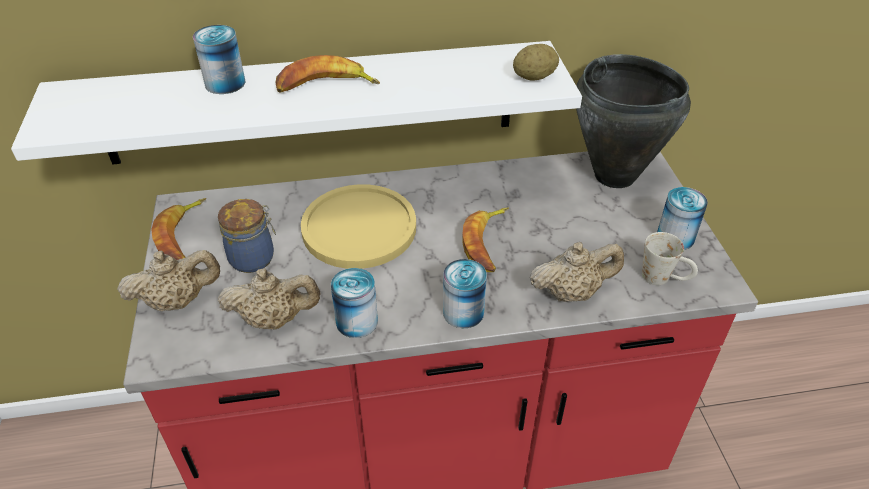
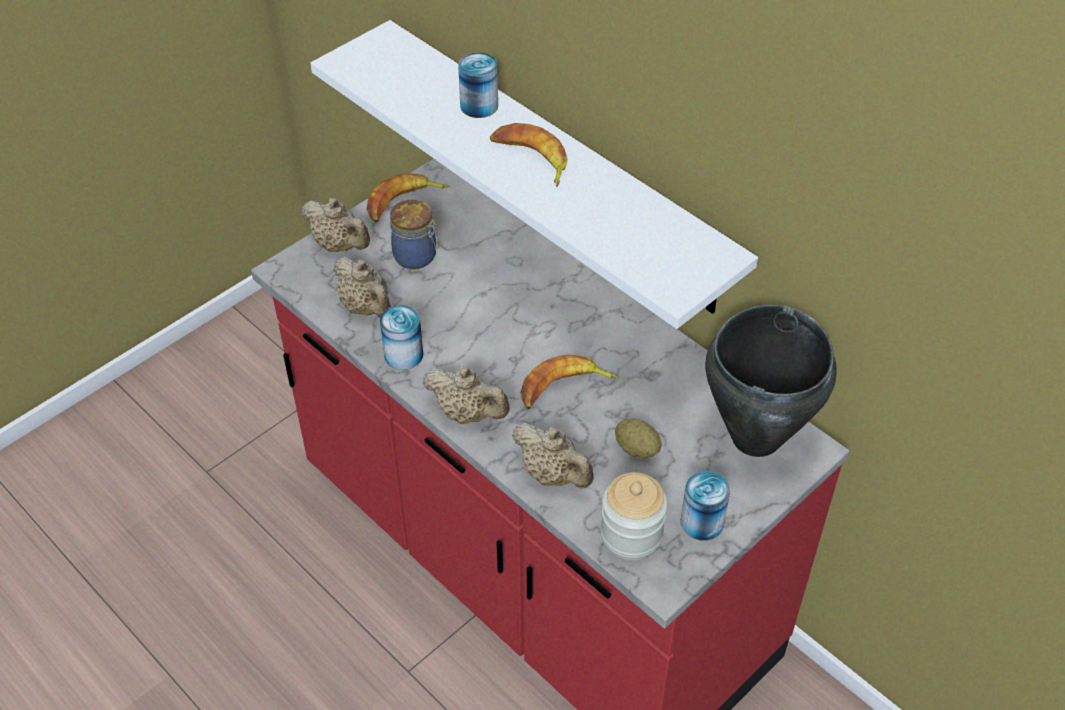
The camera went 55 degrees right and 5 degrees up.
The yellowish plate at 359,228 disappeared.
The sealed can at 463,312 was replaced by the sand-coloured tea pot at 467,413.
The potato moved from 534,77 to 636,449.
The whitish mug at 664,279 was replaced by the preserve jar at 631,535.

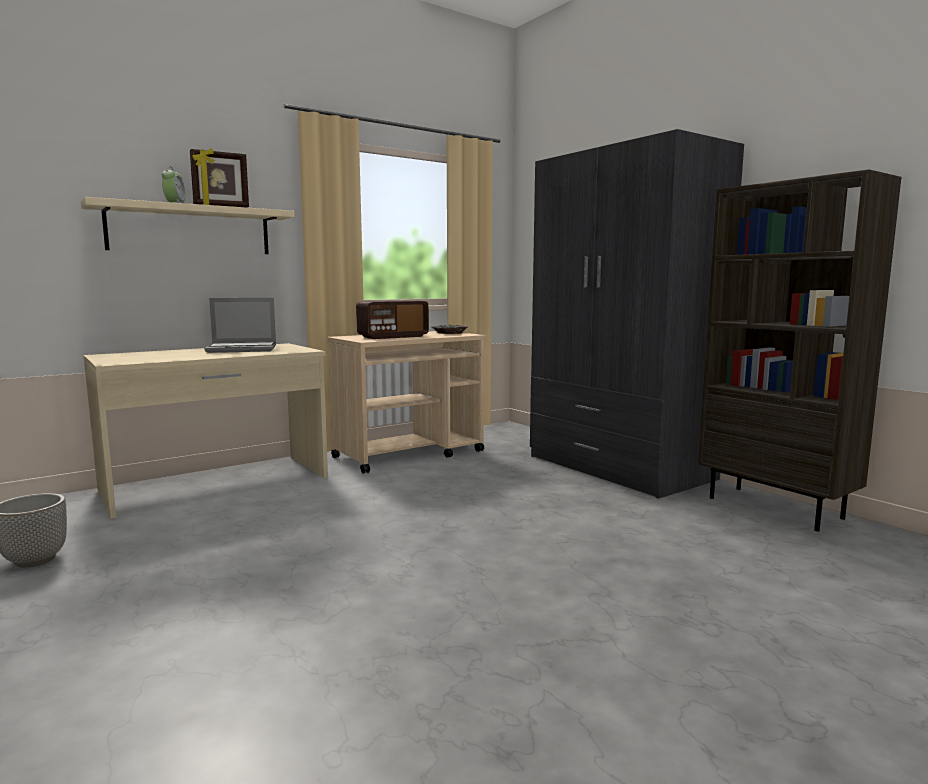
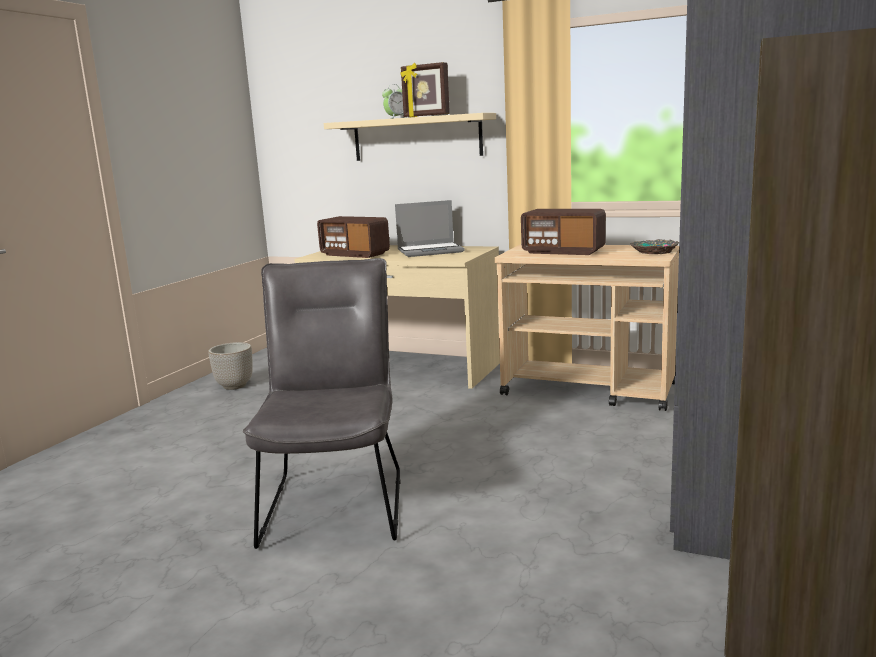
The camera went 60 degrees right and 5 degrees up.
The portable computer at 243,349 turned 60 degrees counterclockwise.
The grey upright chair at 336,501 appeared.
The radio at 355,254 appeared.

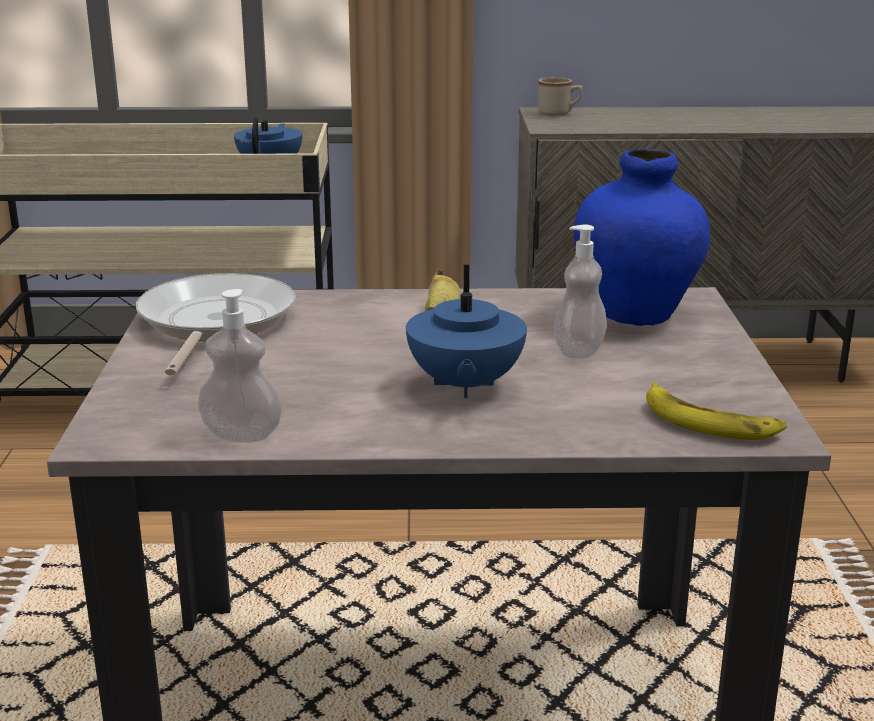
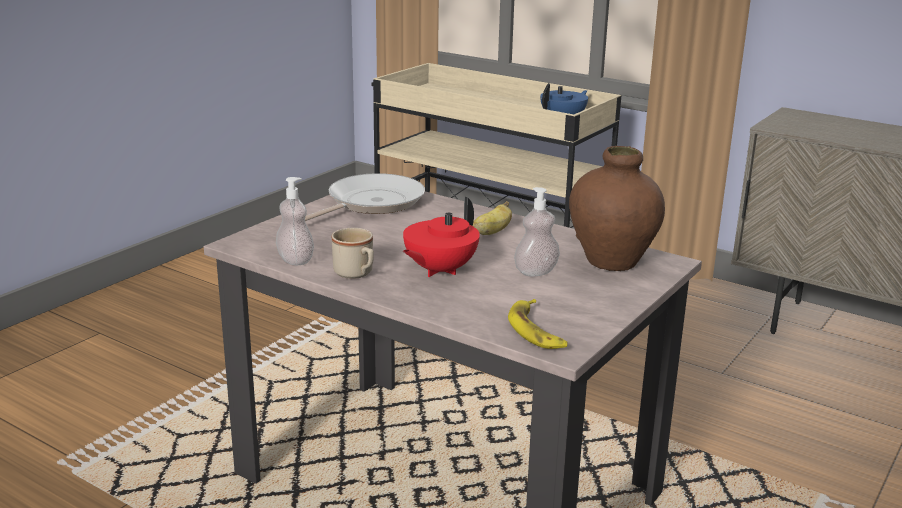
The camera went 35 degrees right and 0 degrees up.
The bluish tea pot at 464,385 became the red-coloured tea pot at 439,270.
The sand-coloured mug moved from 559,113 to 356,274.
The bluish flower vase at 635,314 became the brown flower vase at 611,262.

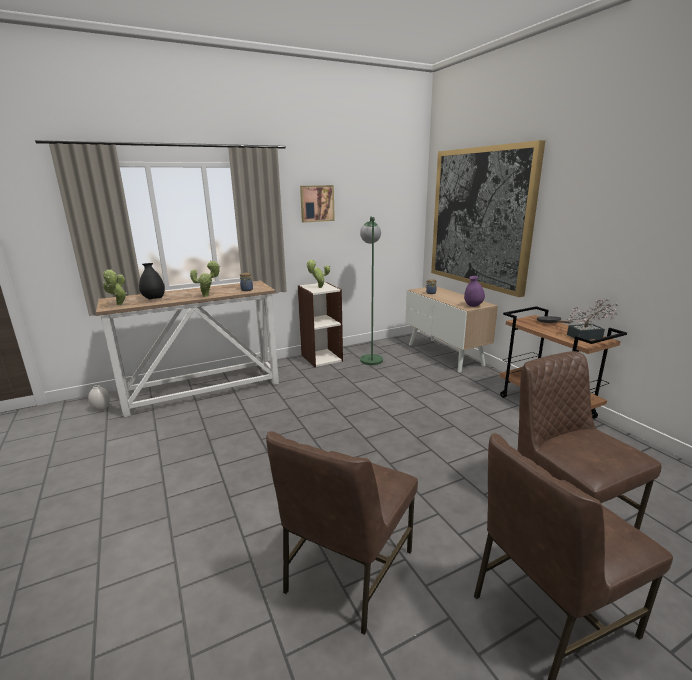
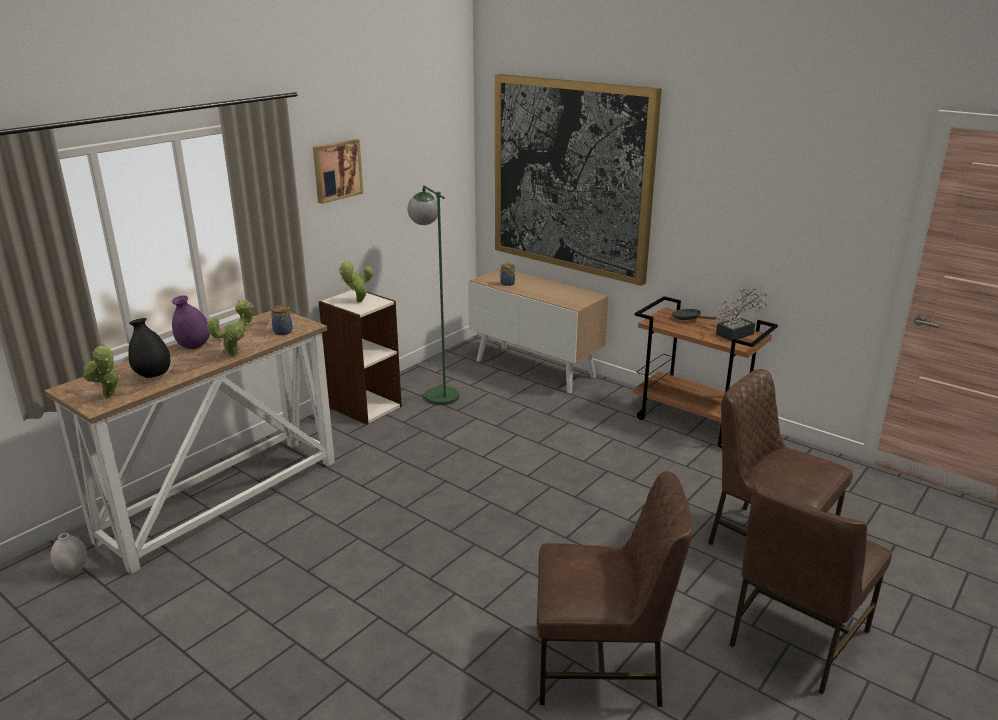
The camera went 25 degrees left and 5 degrees up.
The brown upright chair at 346,571 turned 90 degrees counterclockwise.
The purple flower vase moved from 473,306 to 194,347.

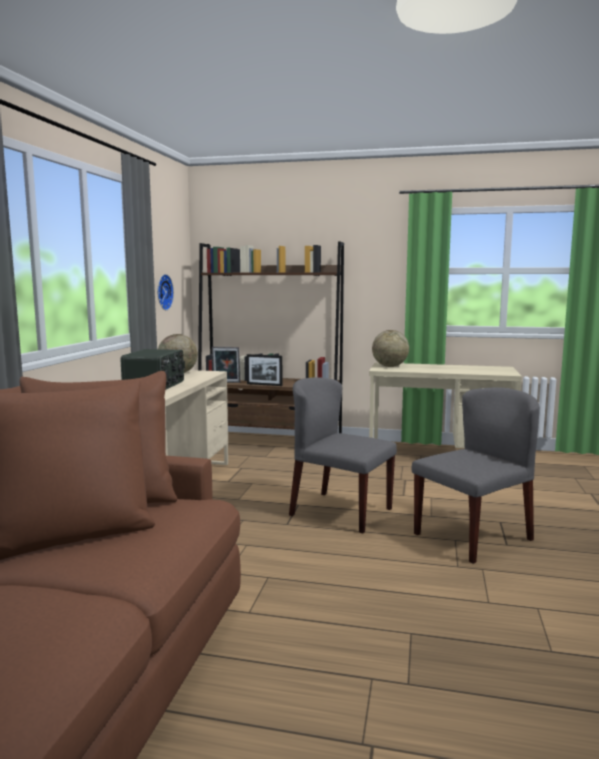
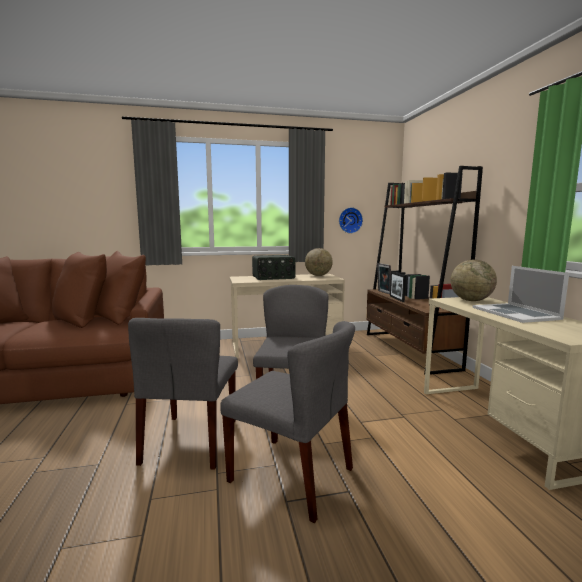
The camera went 65 degrees right and 0 degrees up.
The grey upright chair at 191,441 appeared.
The portable computer at 515,313 appeared.

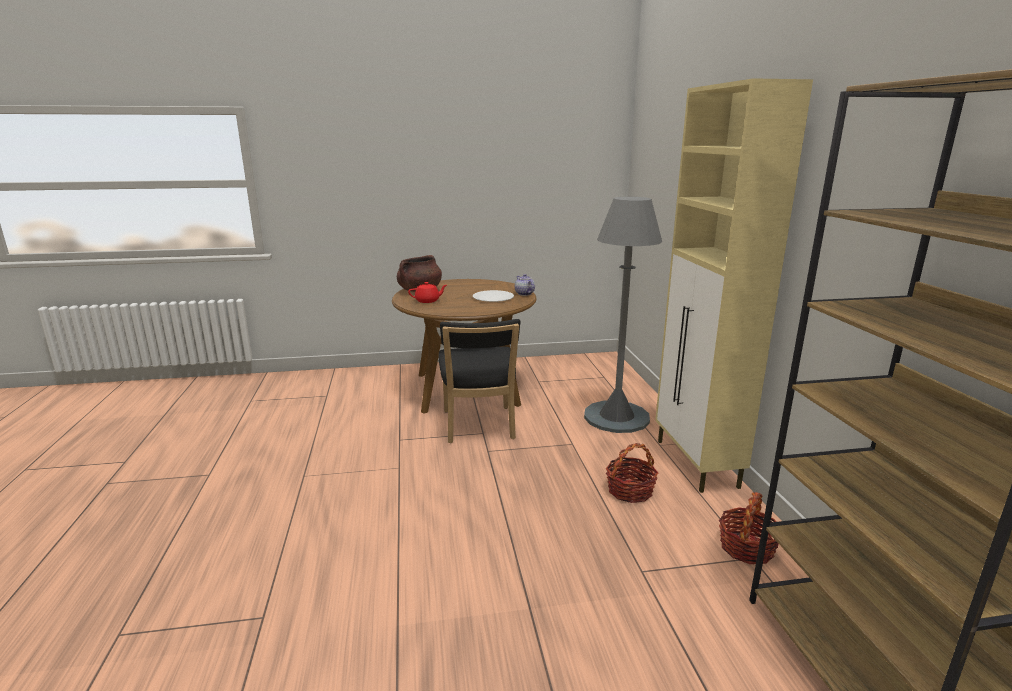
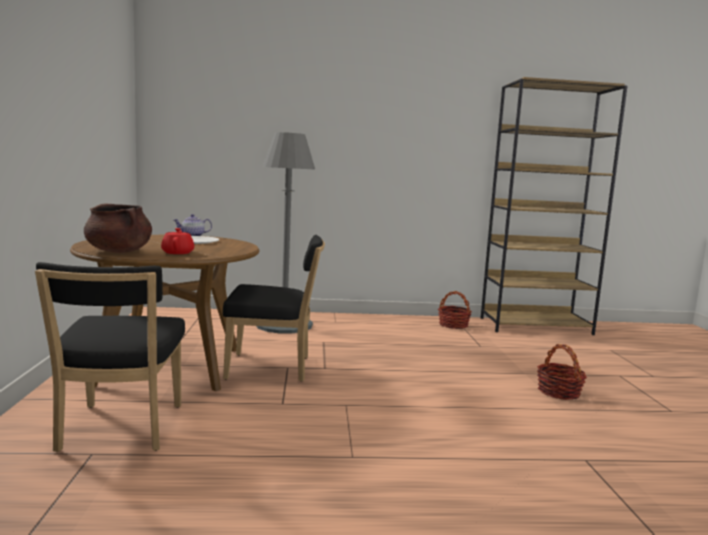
The camera went 85 degrees left and 10 degrees down.
The household basket moved from 630,491 to 559,392.
The sand-coloured storage cabinet at 696,464 disappeared.
The black upright chair at 119,430 appeared.

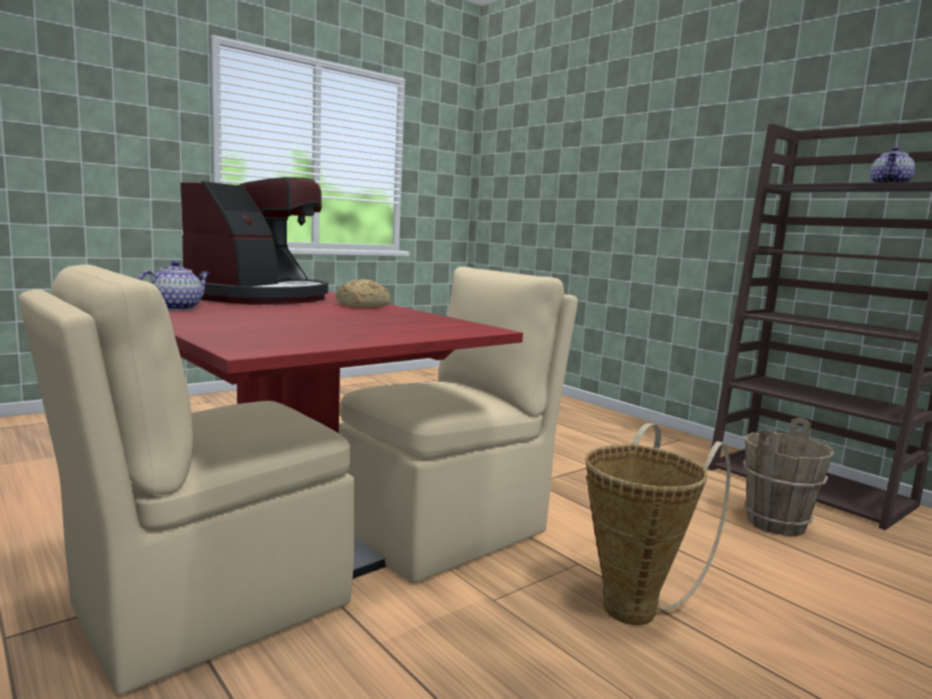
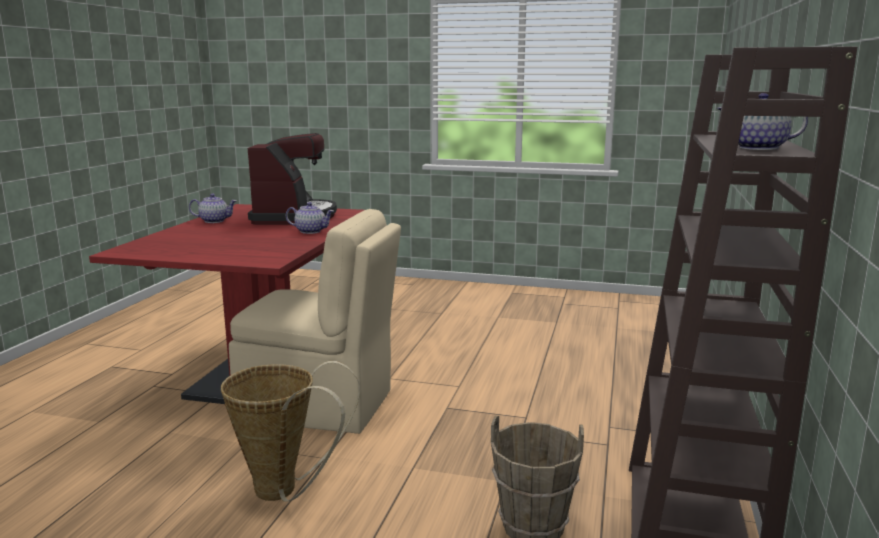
The camera went 55 degrees right and 5 degrees up.
The sand-coloured upright chair at 205,606 disappeared.
The coffee machine at 260,297 turned 75 degrees counterclockwise.
The bread at 361,306 was replaced by the tea pot at 311,231.

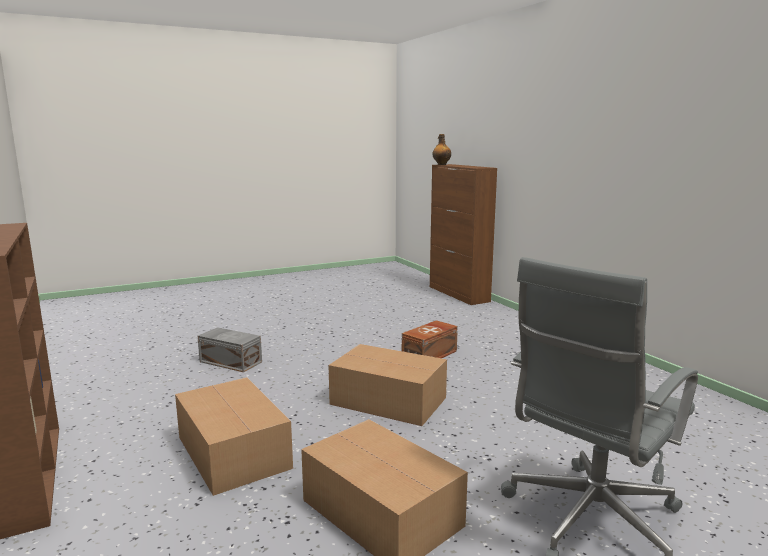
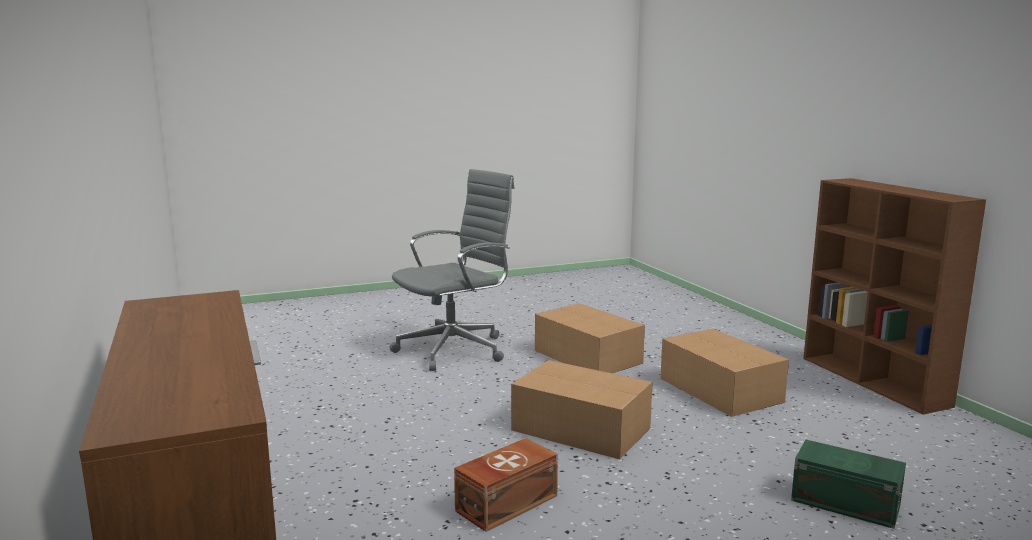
The camera went 175 degrees left and 0 degrees up.
The grey storage container at 230,361 became the green-coloured storage container at 846,504.
The bottle at 441,164 disappeared.

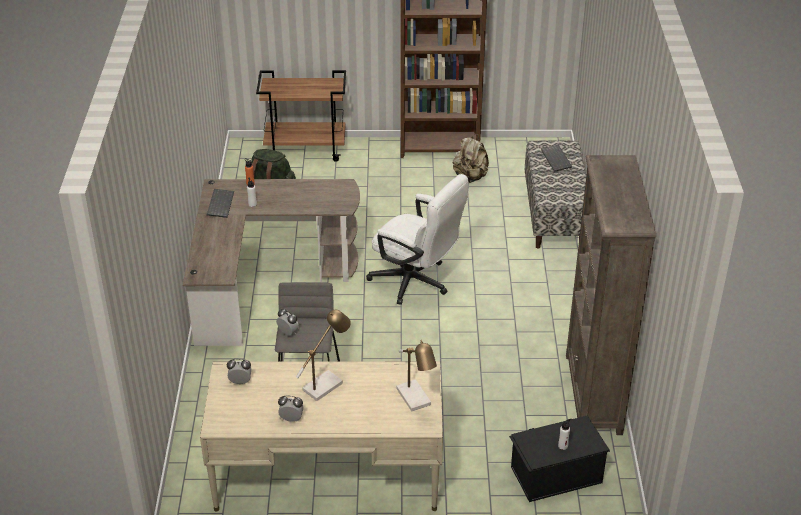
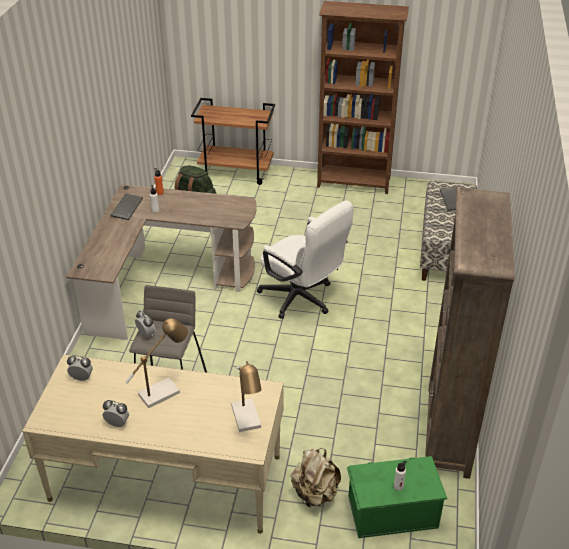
The camera went 10 degrees right and 0 degrees up.
The sand-coloured backpack moved from 470,177 to 315,494.
The black storage container at 555,474 became the green-coloured storage container at 391,511.

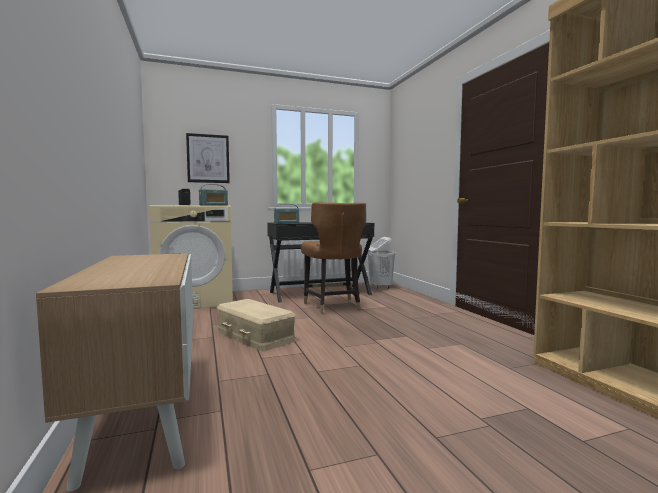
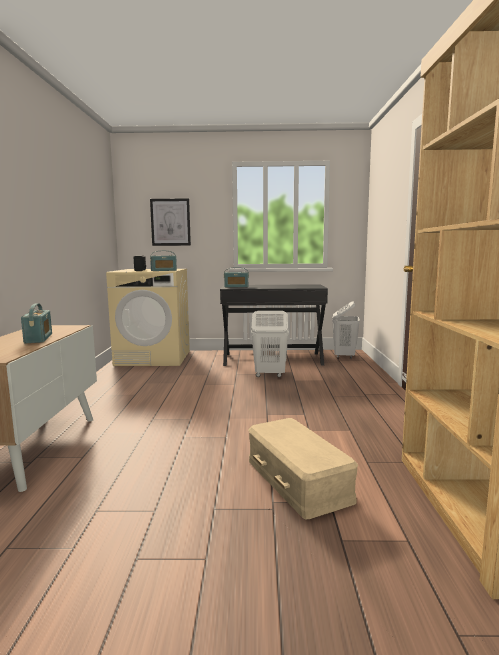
The camera went 20 degrees right and 5 degrees up.
The sand-coloured storage container moved from 255,335 to 298,479.
The brown upright chair at 333,306 was replaced by the whitish hamper at 269,375.
The radio at 38,338 appeared.

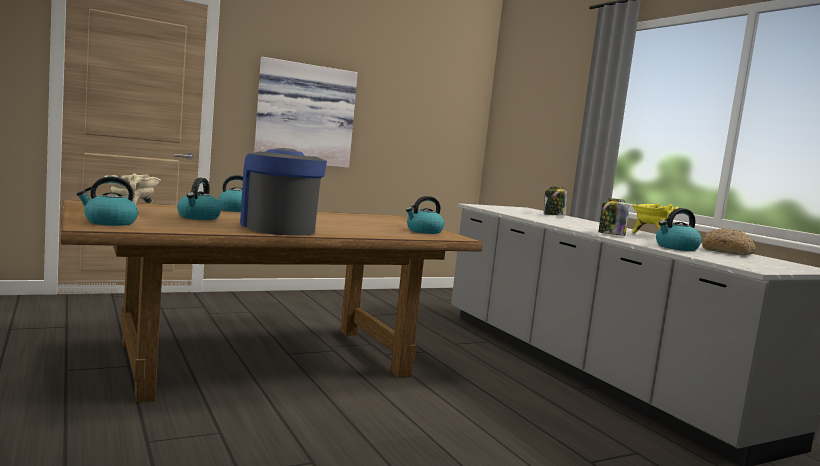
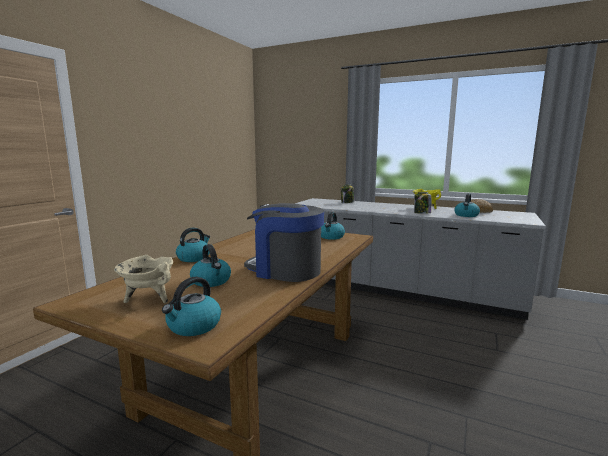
The camera went 35 degrees left and 5 degrees up.
The picture at 304,114 disappeared.

